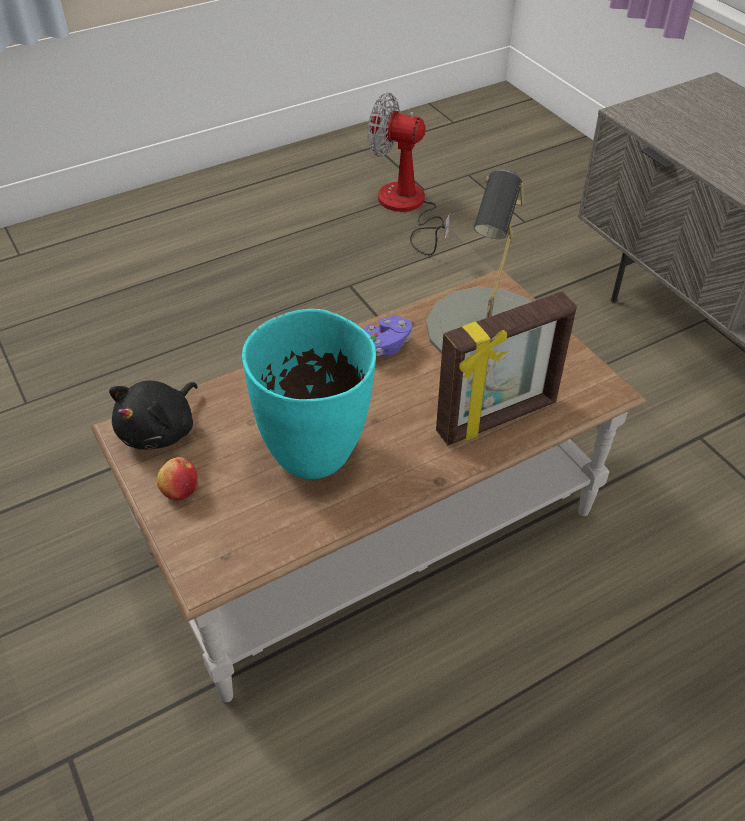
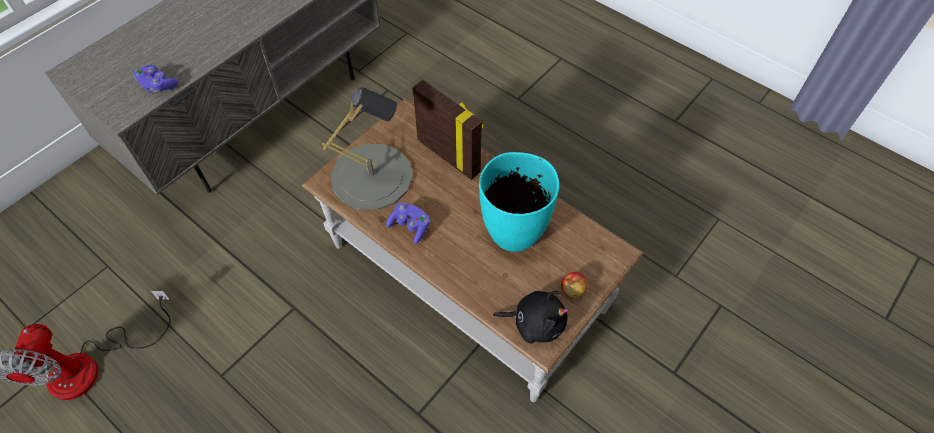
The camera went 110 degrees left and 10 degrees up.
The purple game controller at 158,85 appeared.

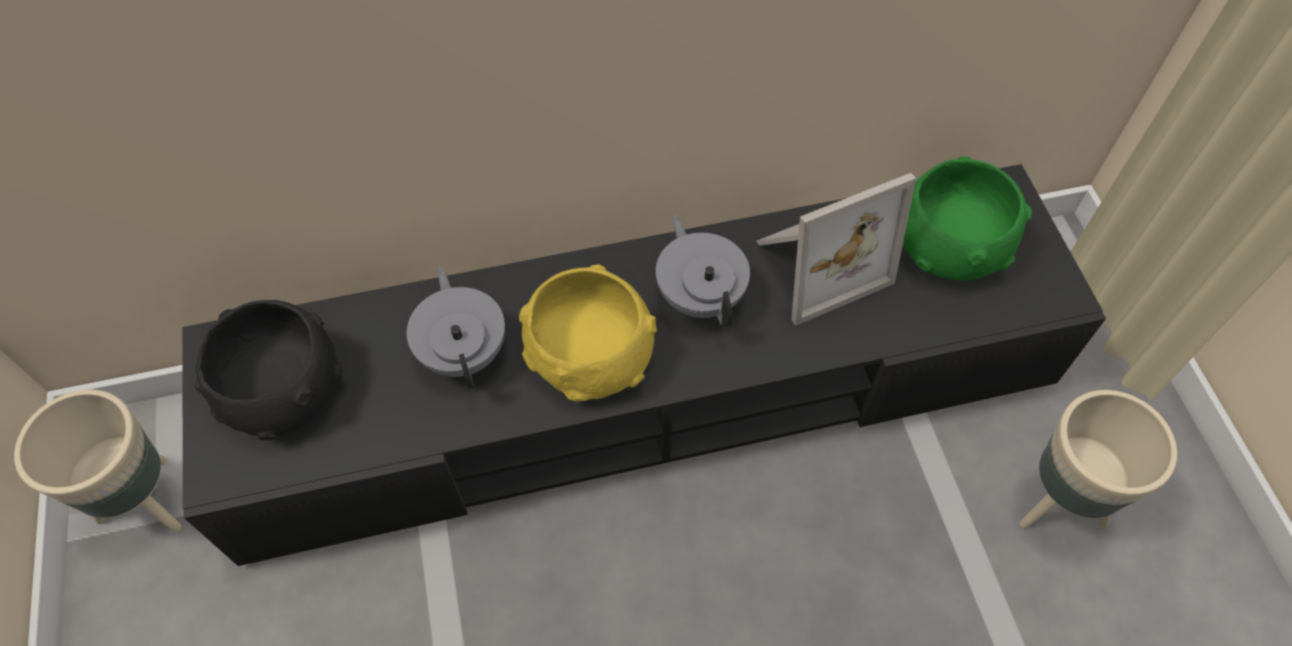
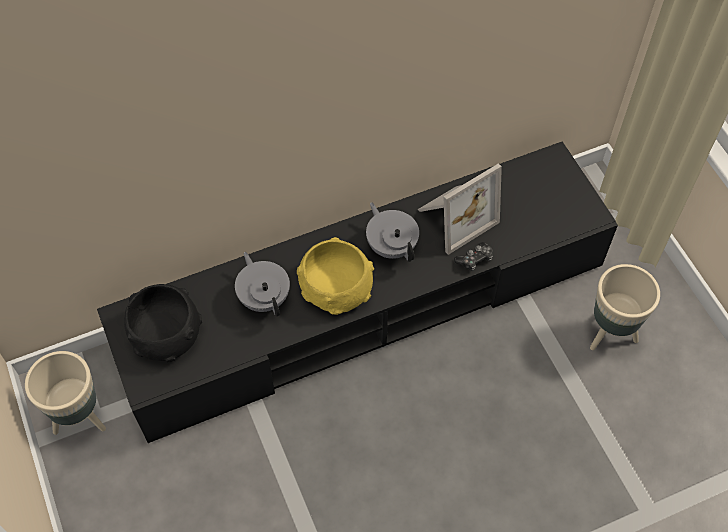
The camera went 10 degrees left and 0 degrees up.
The green-coloured serving bowl at 953,244 disappeared.
The game controller at 474,259 appeared.

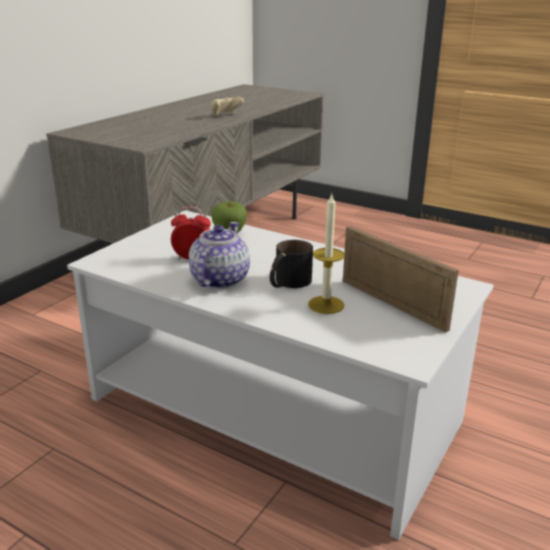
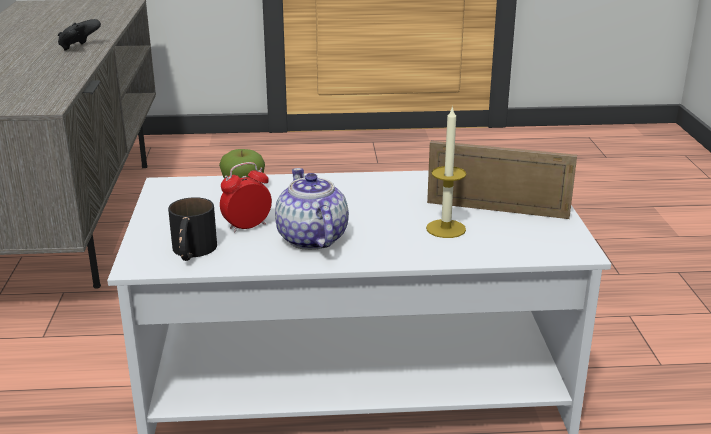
The camera went 35 degrees left and 0 degrees up.
The sand-coloured game controller at 225,116 became the black game controller at 79,48.
The black mug moved from 288,283 to 192,252.

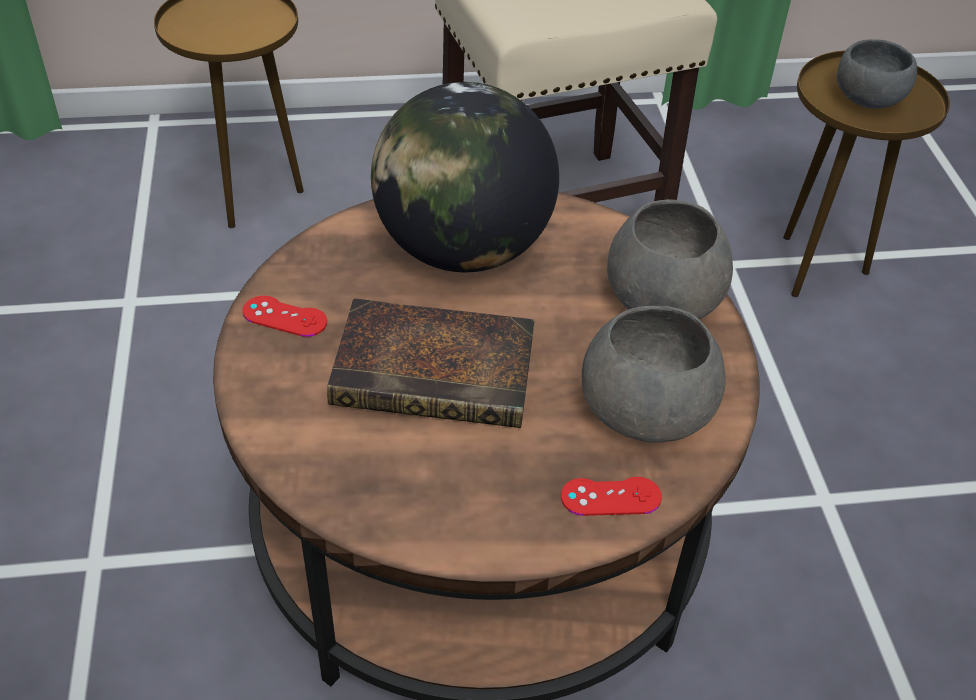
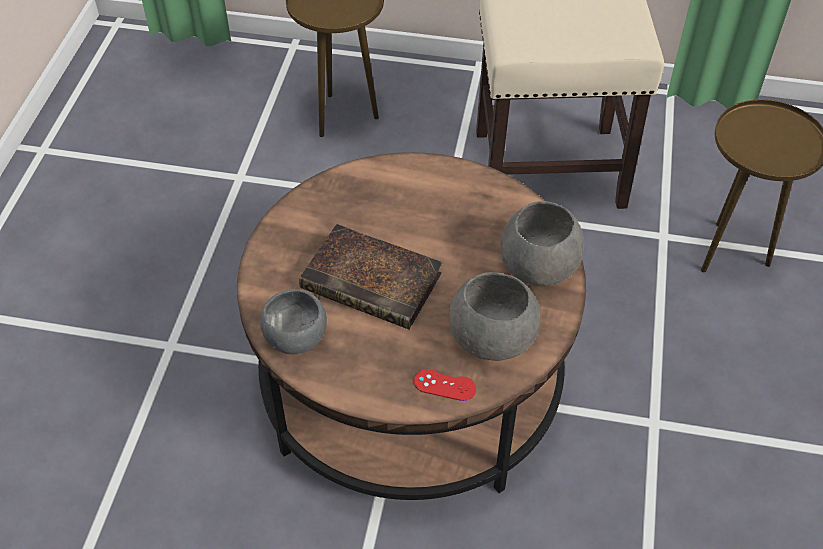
The camera went 20 degrees right and 5 degrees up.
The red-coloured game controller at 284,317 disappeared.
The globe at 463,249 disappeared.
The grey serving bowl moved from 867,98 to 296,336.

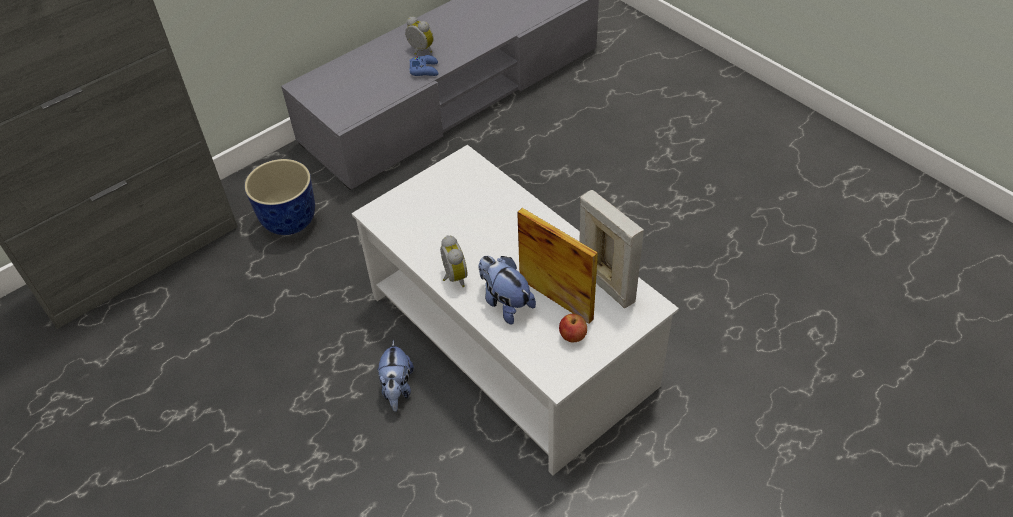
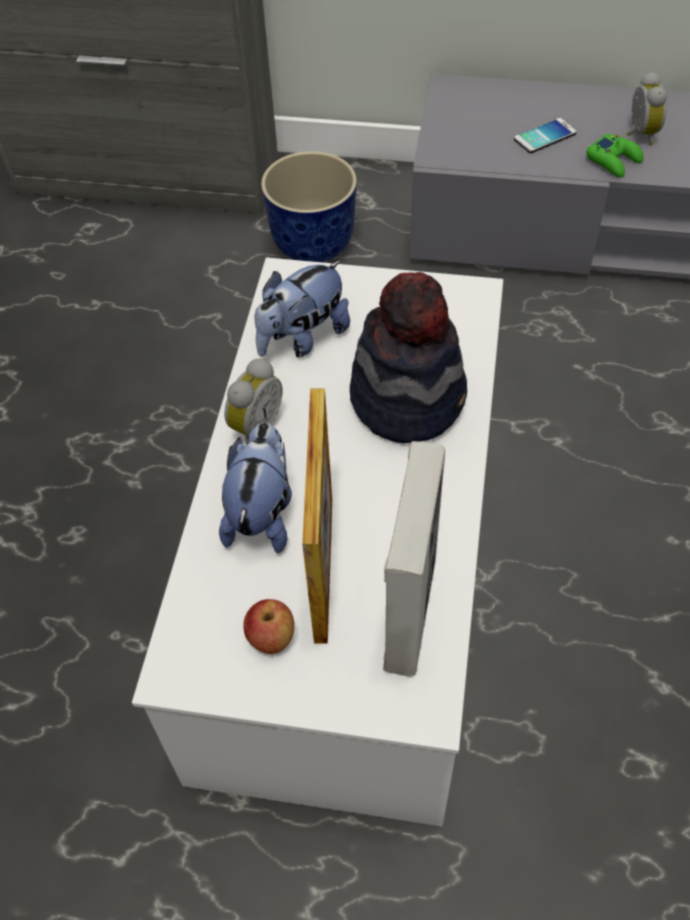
The camera went 50 degrees right and 5 degrees up.
The plush toy moved from 397,389 to 302,338.
The bluish game controller at 424,69 became the green-coloured game controller at 614,160.
The clothing hat at 408,397 appeared.
The telephone at 544,136 appeared.

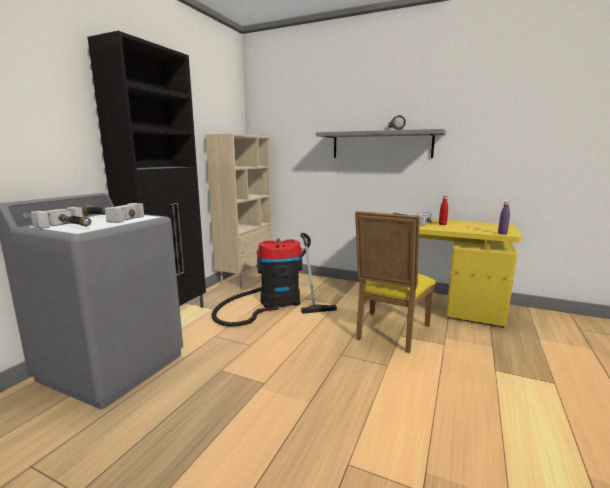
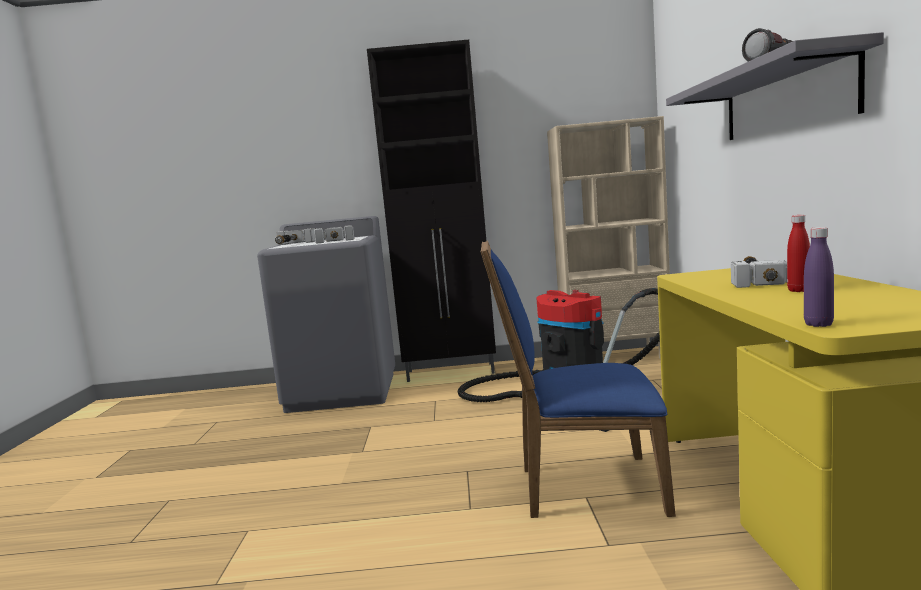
The camera went 65 degrees right and 5 degrees down.
The yellowish upright chair at 389,333 became the bluish upright chair at 581,488.

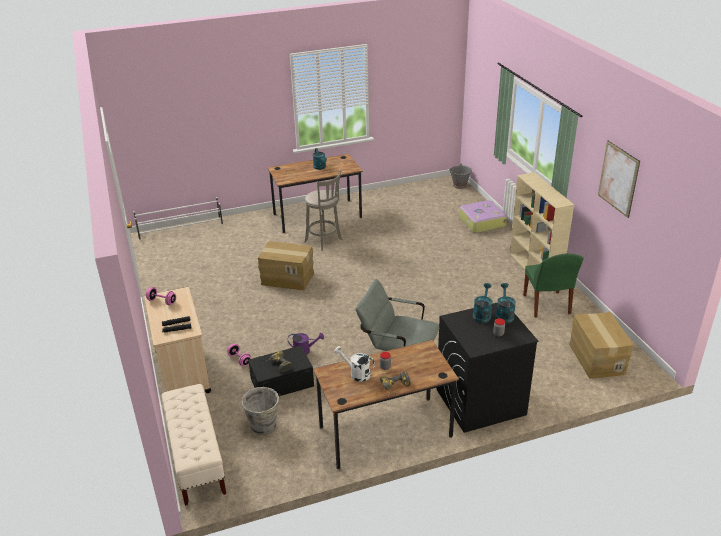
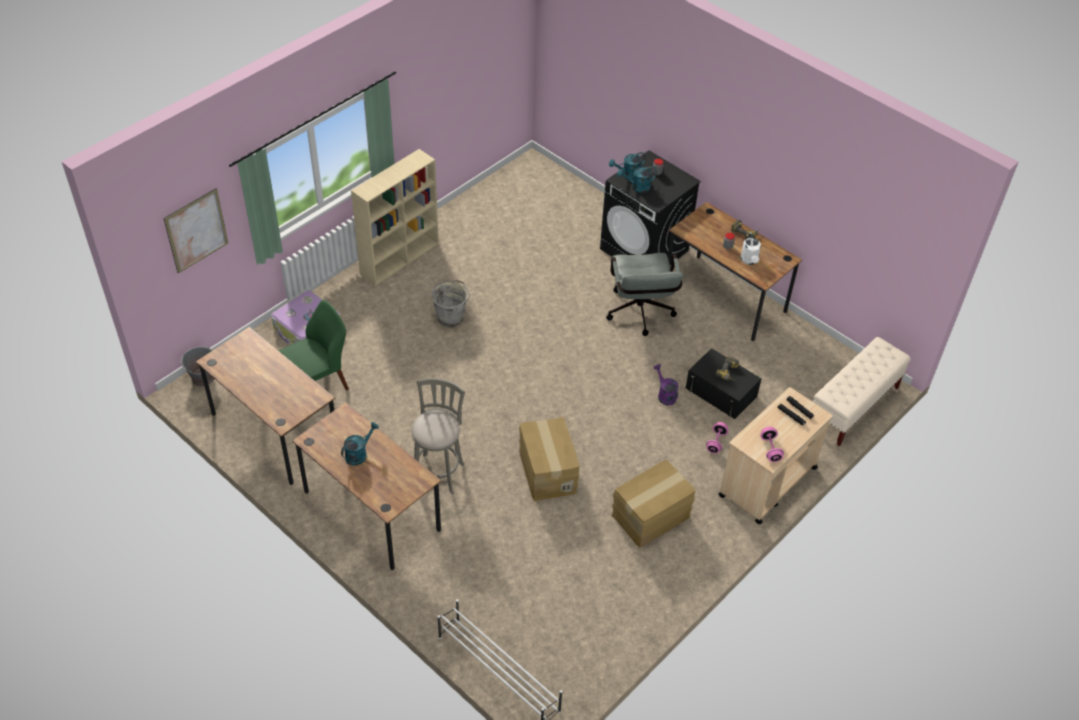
The camera went 120 degrees left and 15 degrees up.
The grey pail moved from 264,426 to 451,318.
The green-coloured upright chair moved from 547,305 to 318,384.
The packing box moved from 596,358 to 651,517.
The picture moved from 618,178 to 196,230.
The brown desk at 275,431 appeared.

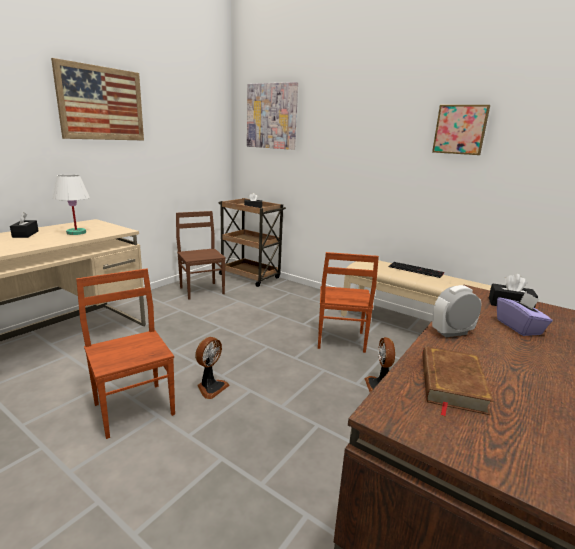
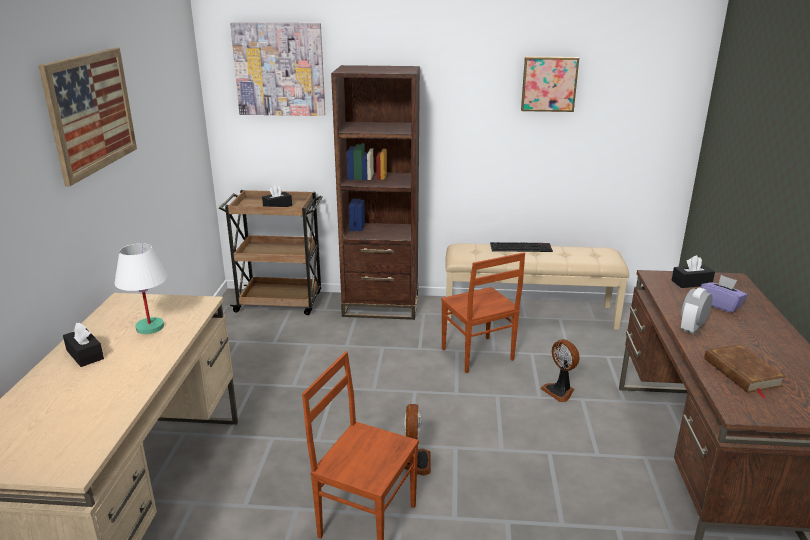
The camera went 30 degrees left and 5 degrees up.
The brown upright chair at 202,290 disappeared.
The brown bookcase at 381,306 appeared.

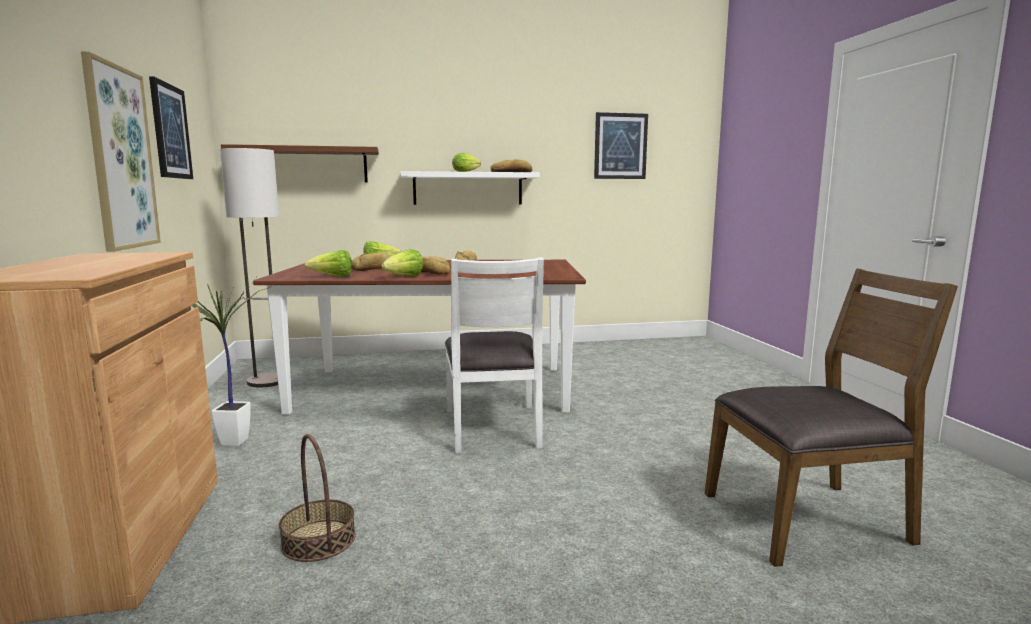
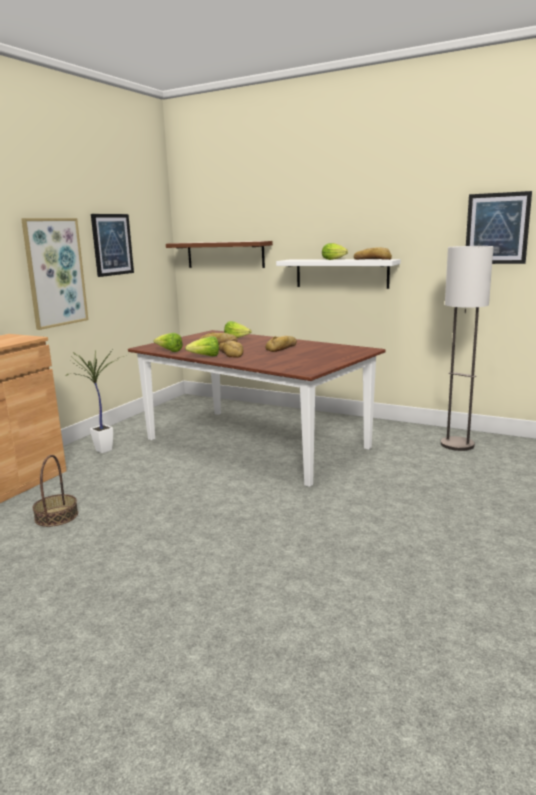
The camera went 40 degrees right and 5 degrees up.
The standing lamp moved from 268,381 to 457,444.
The whitish upright chair at 494,427 disappeared.
The brown upright chair at 807,519 disappeared.

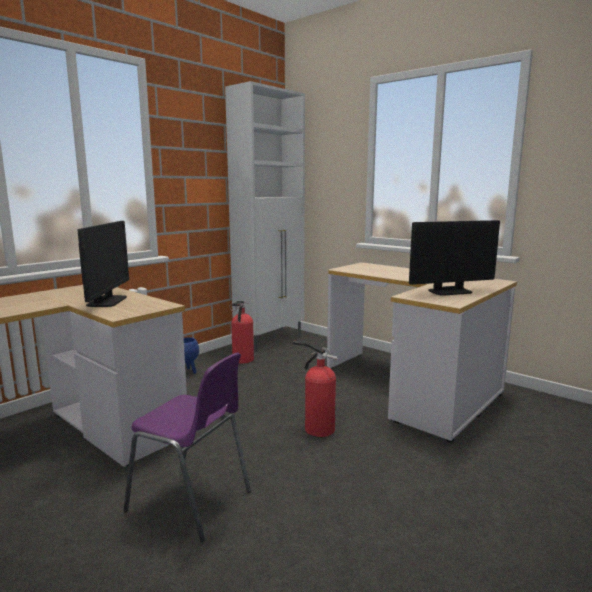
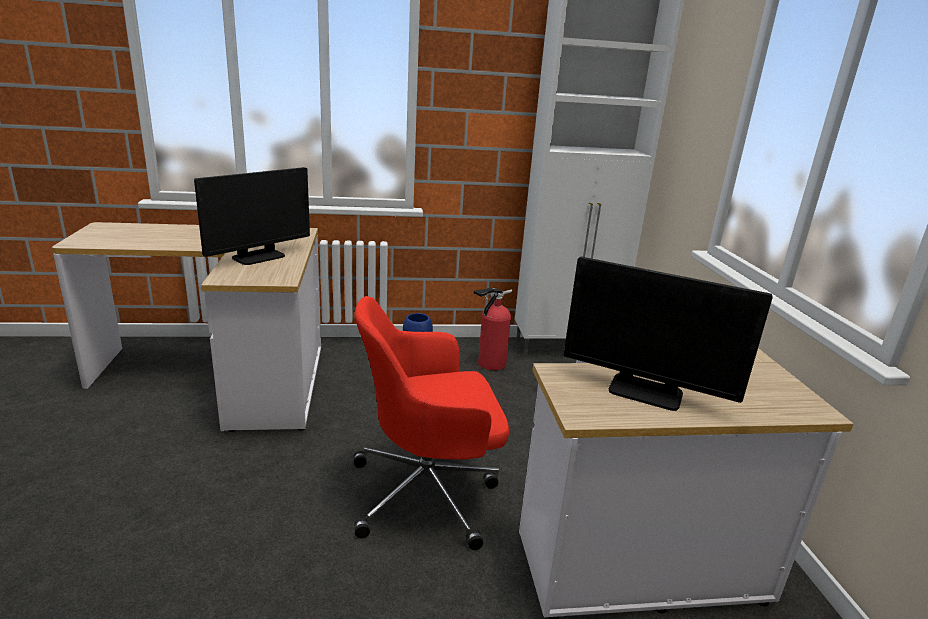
The camera went 40 degrees right and 10 degrees up.
The purple upright chair at 192,502 disappeared.
The fire-fighting cylinder at 317,428 was replaced by the red-coloured computer chair at 428,492.

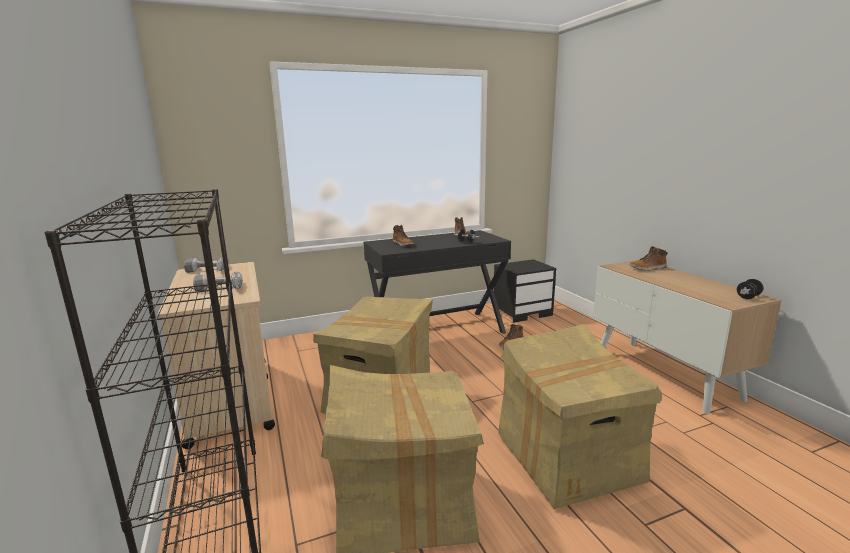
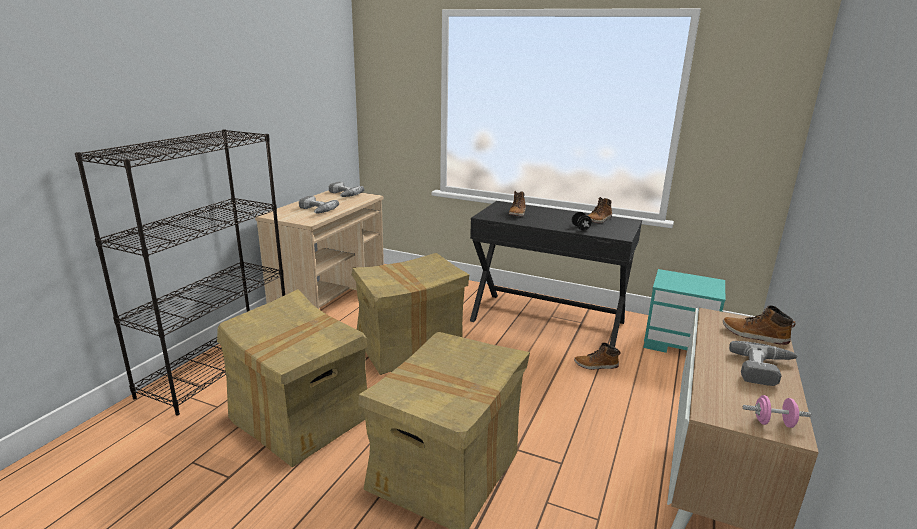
The camera went 45 degrees right and 5 degrees up.
The black bedside table at 522,312 became the blue-green bedside table at 679,343.
The black dumbbell at 748,297 became the pink dumbbell at 773,423.
The drill at 766,370 appeared.

